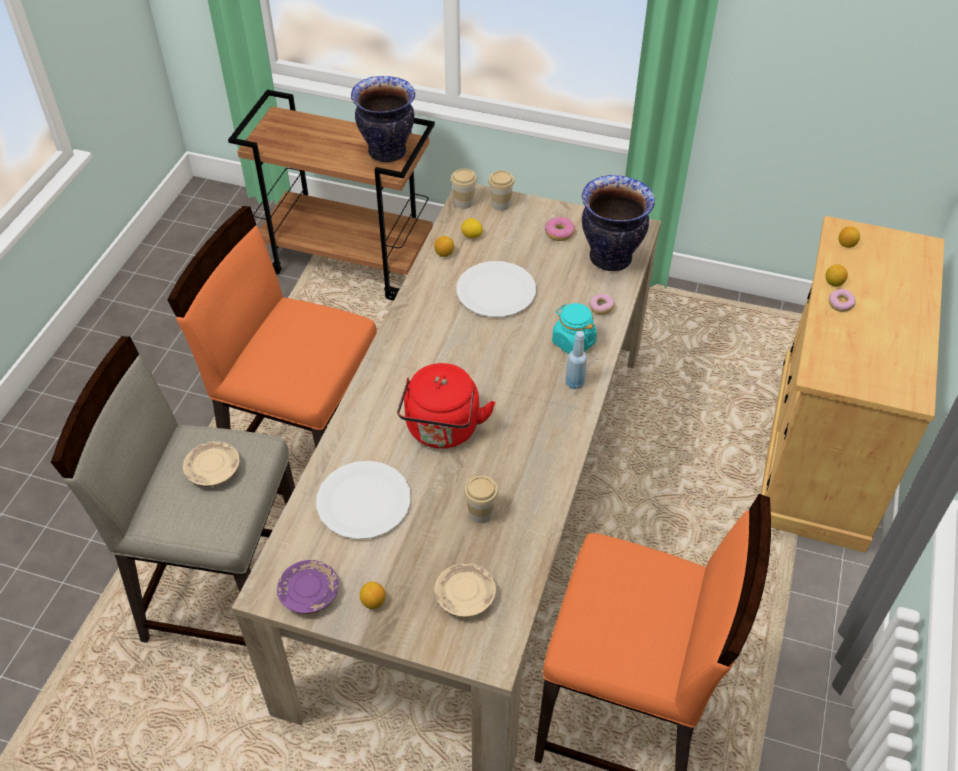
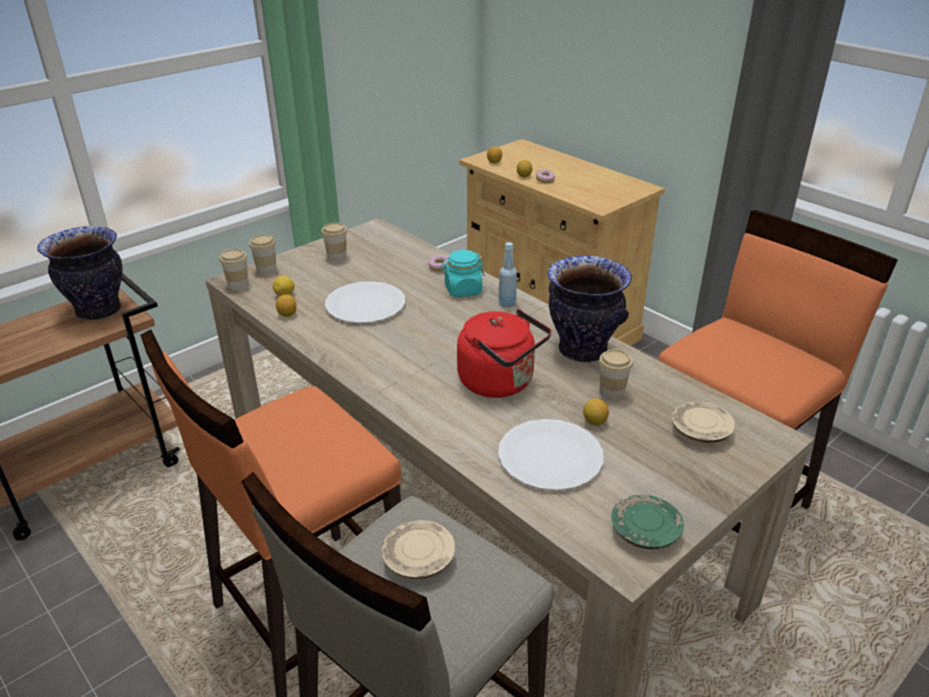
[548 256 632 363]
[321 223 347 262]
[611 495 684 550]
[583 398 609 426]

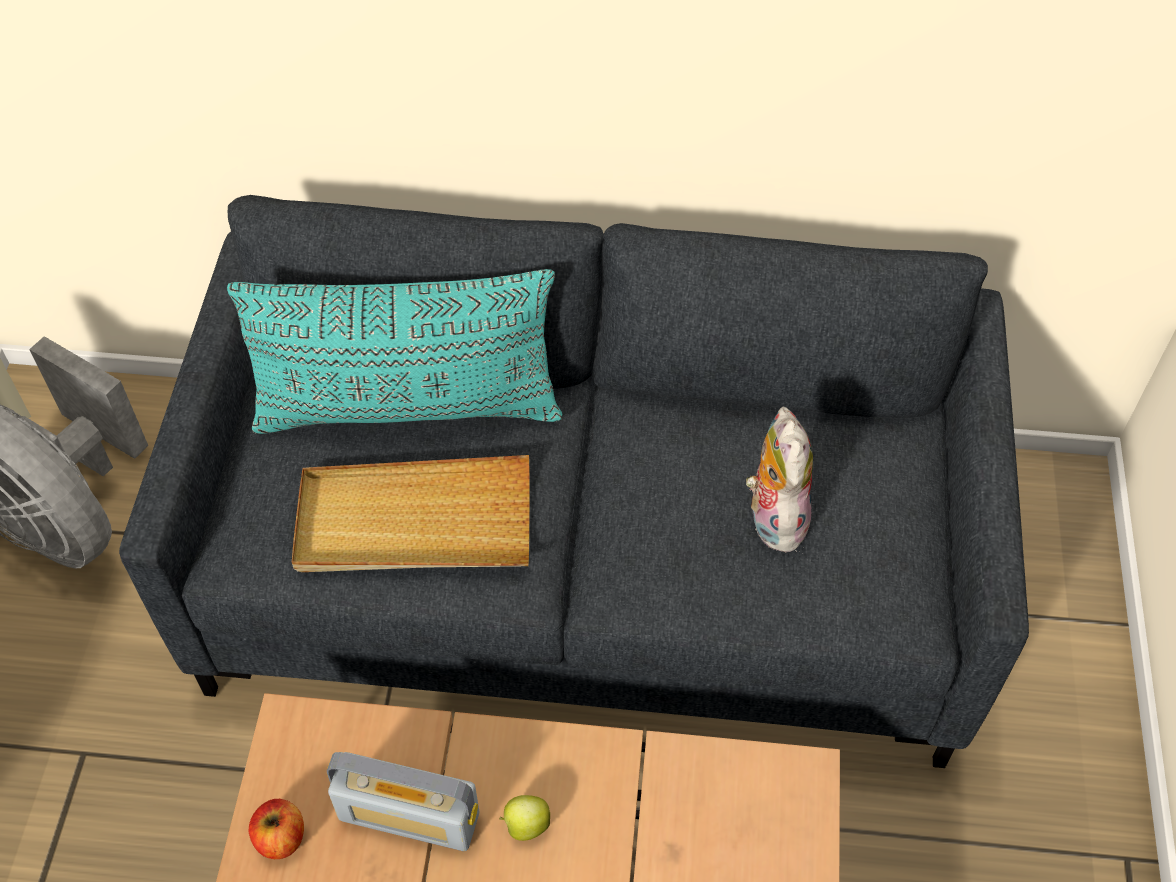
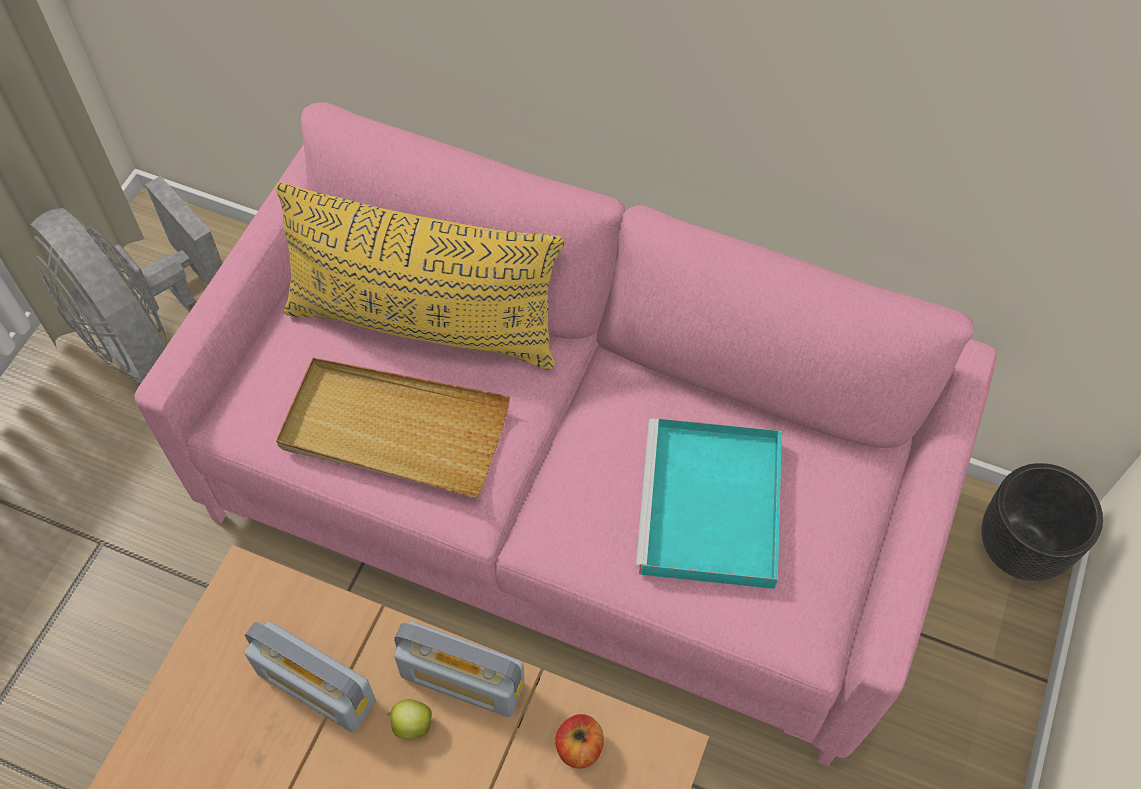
[134 102 997 766]
[276 183 565 370]
[636 418 782 589]
[555 714 604 769]
[982 463 1103 581]
[394 621 525 717]

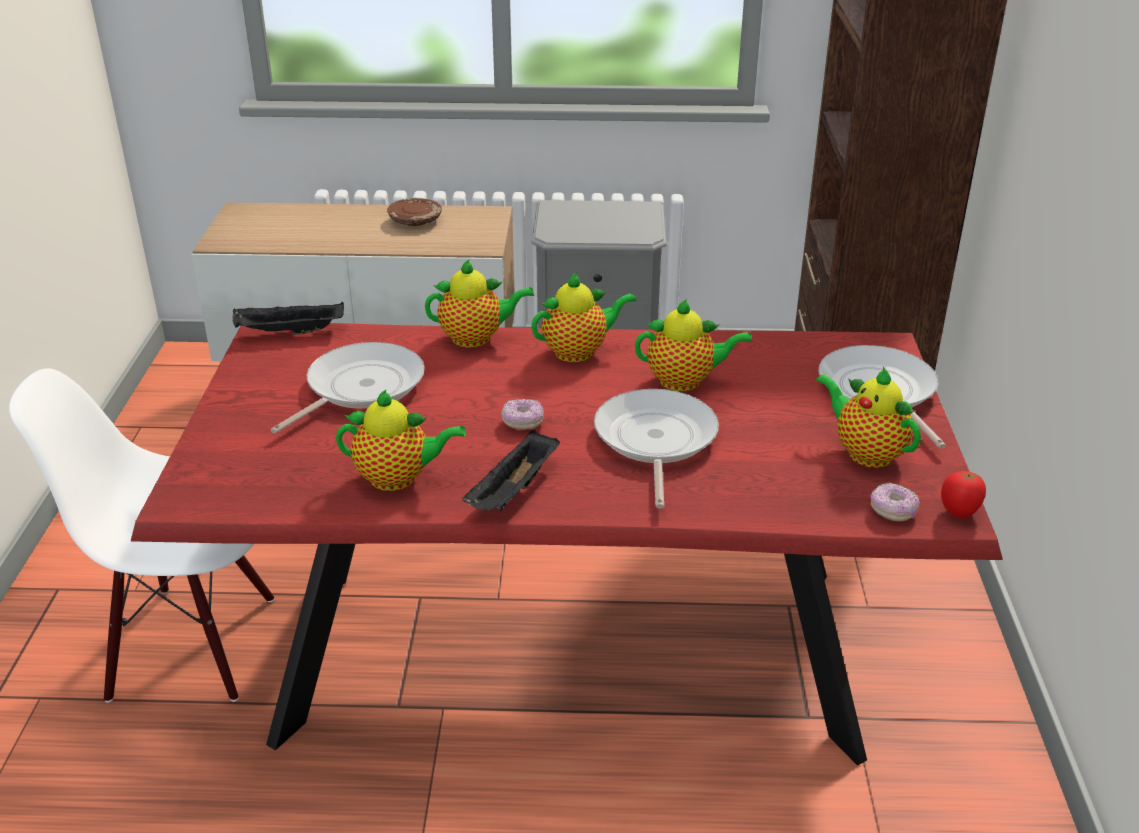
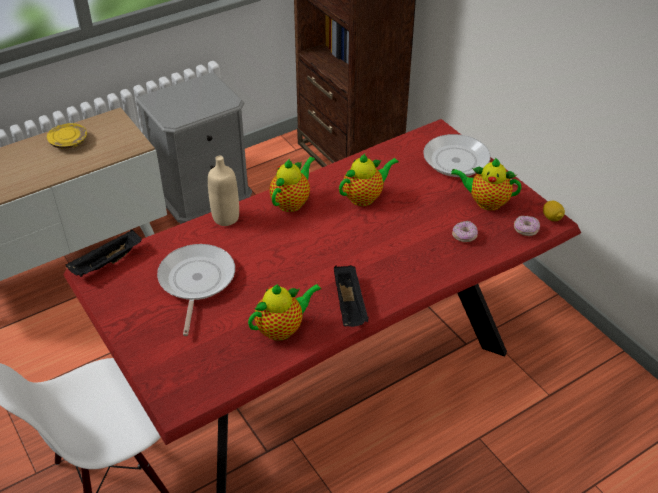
[47 123 87 149]
[208 155 239 226]
[594 389 719 509] (first image)
[452 221 478 242]
[543 201 565 221]

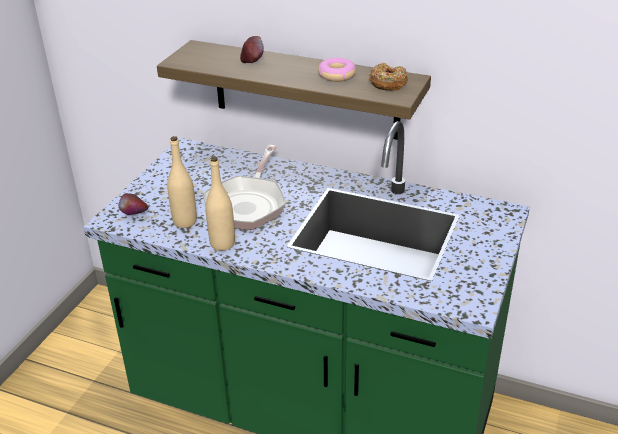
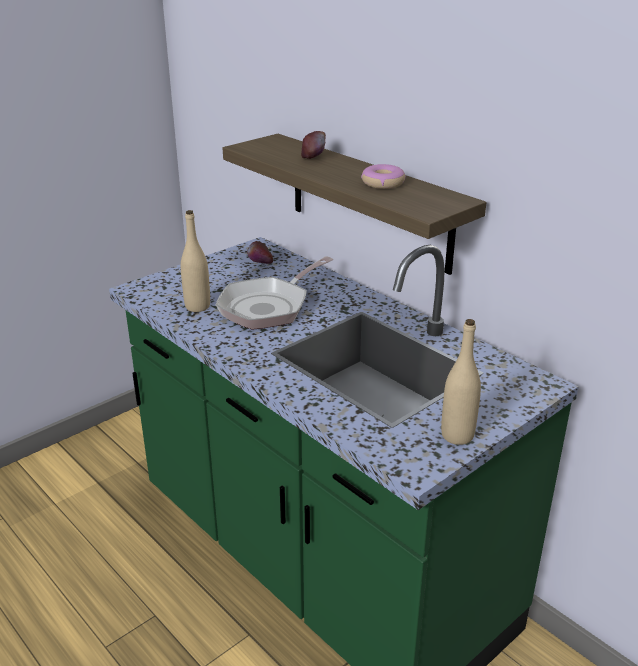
[369 63 408 91] (first image)
[441 319 481 445]
[247 241 273 264]

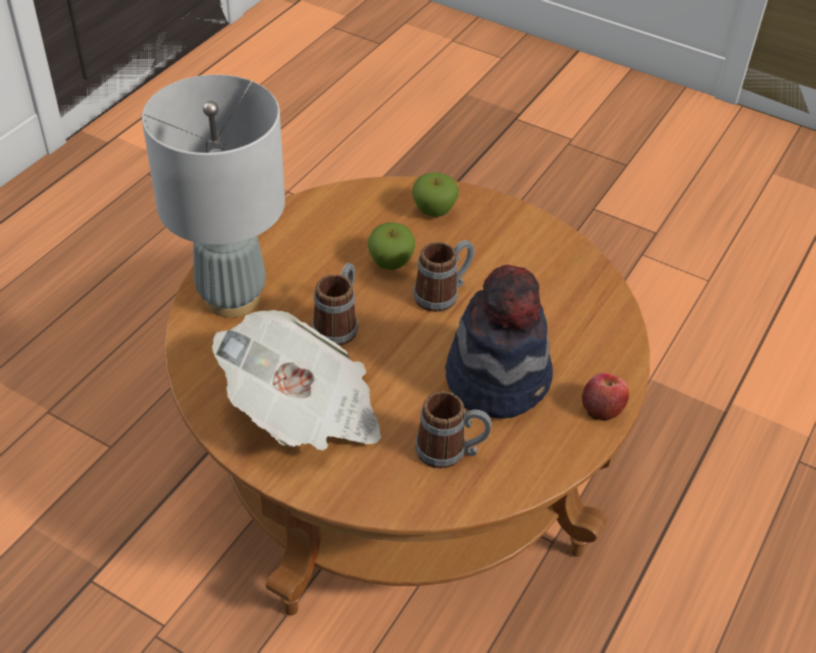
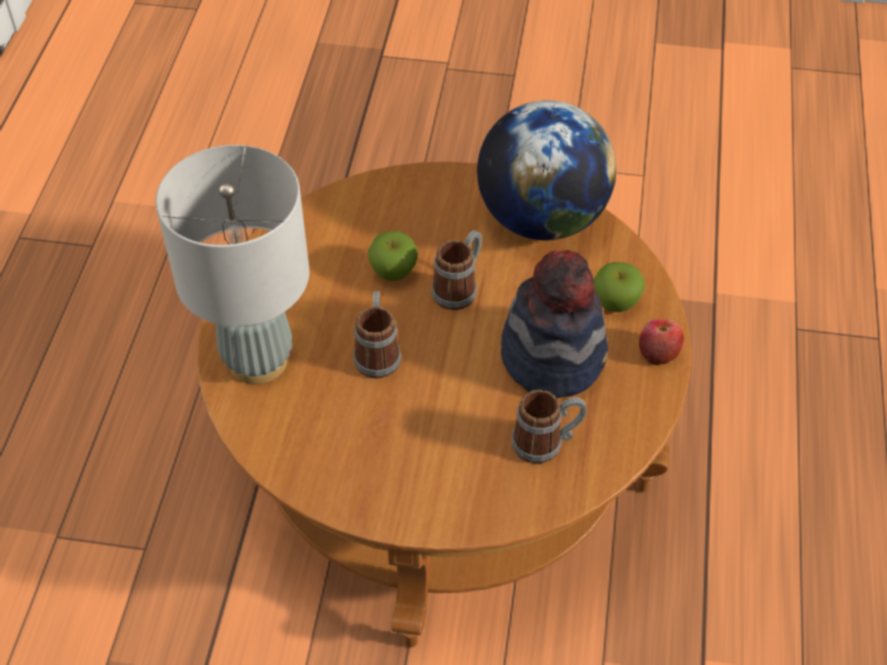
[594 262 645 312]
[212 310 381 451] (first image)
[477 100 616 241]

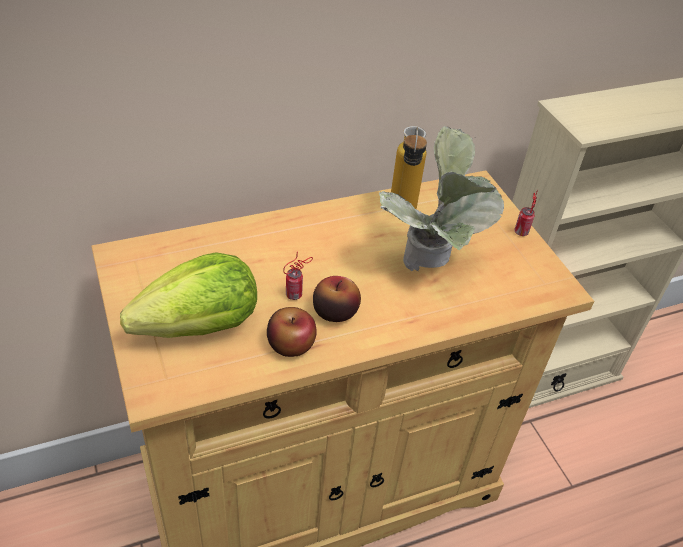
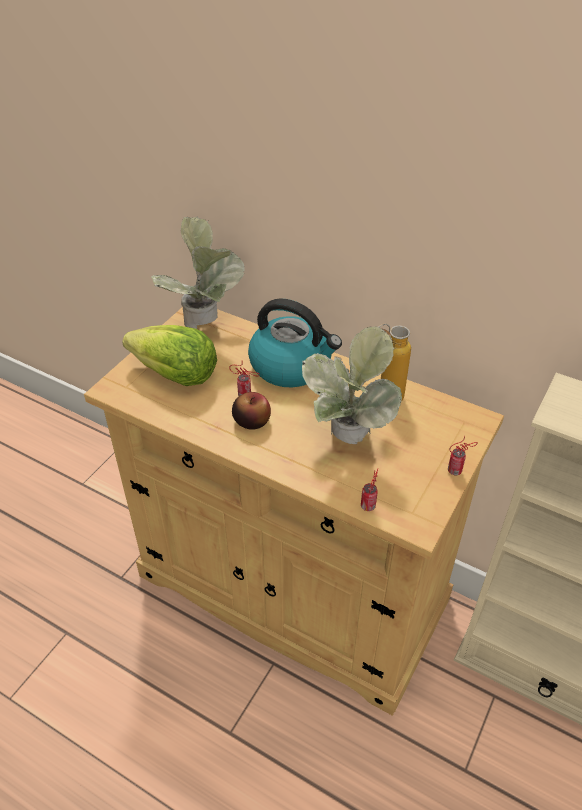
[267 307 317 357] (first image)
[151 216 245 329]
[248 298 342 387]
[361 469 378 511]

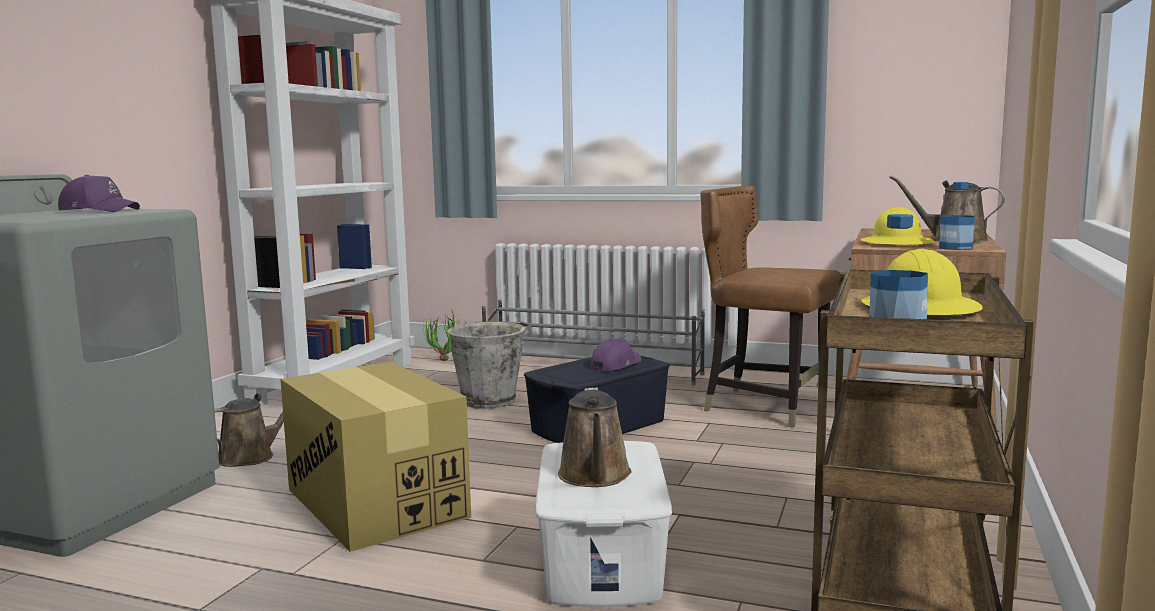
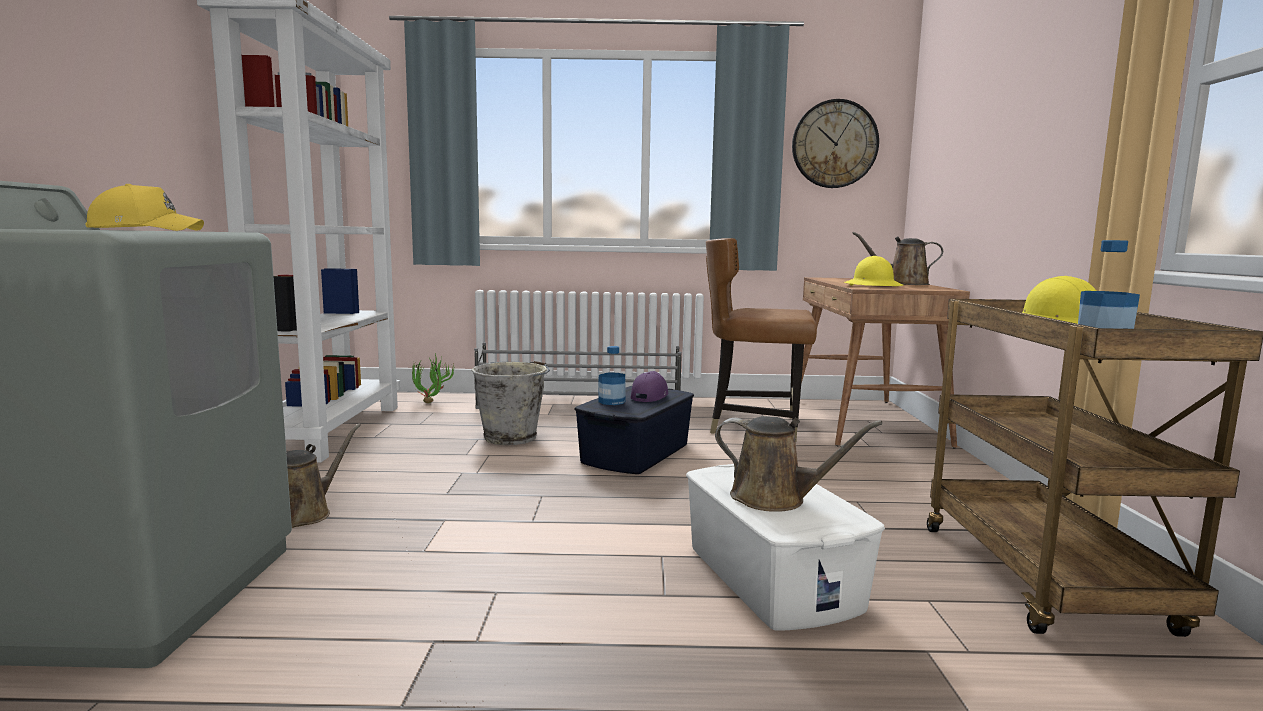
[86 184 204 231]
[598 346 626 405]
[280 362 471 552] (first image)
[715 416 883 512]
[792 99 879 188]

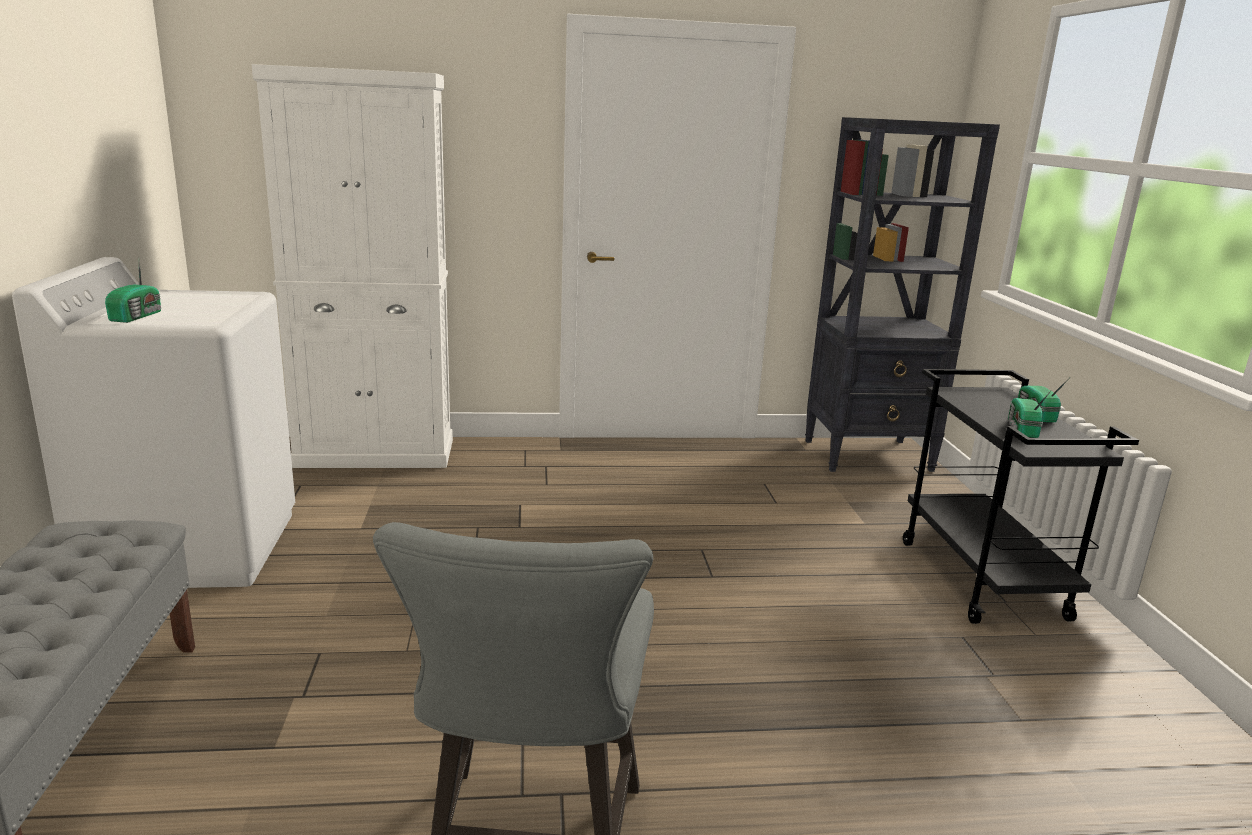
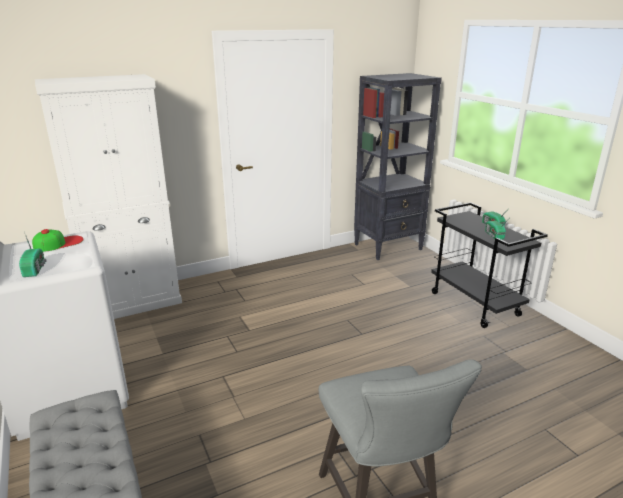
[32 229 84 252]

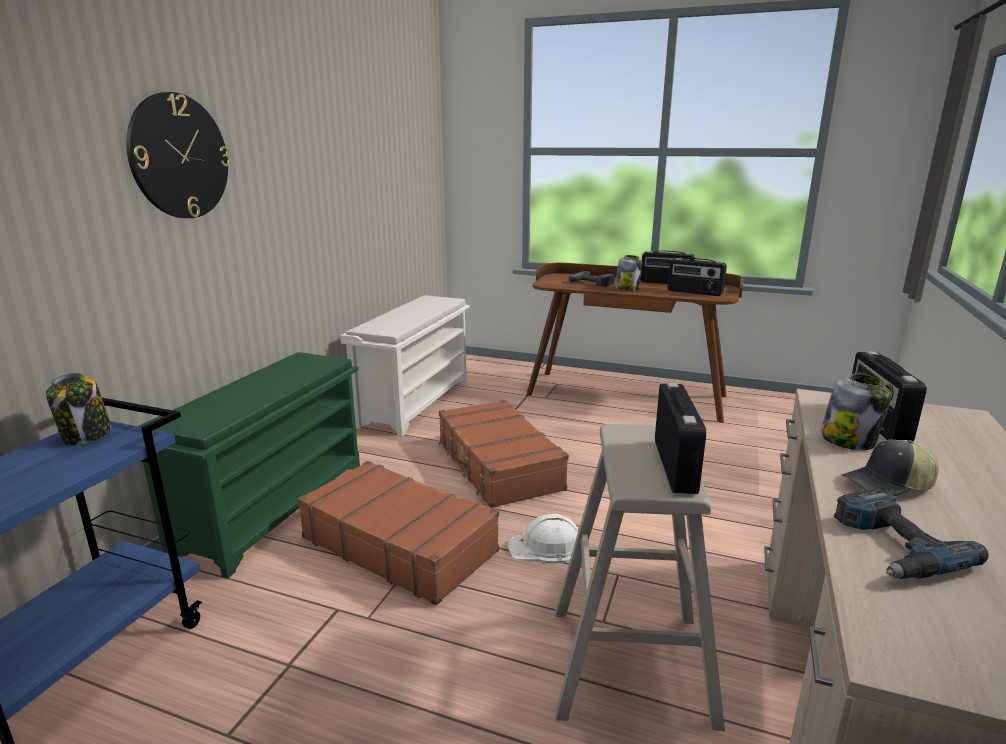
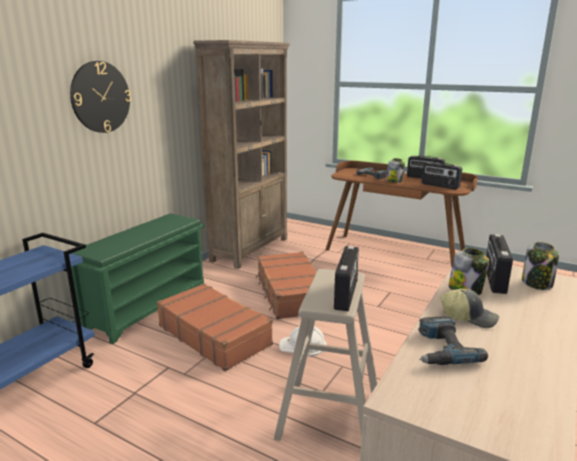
[193 40 290 269]
[522 242 559 290]
[441 289 499 328]

